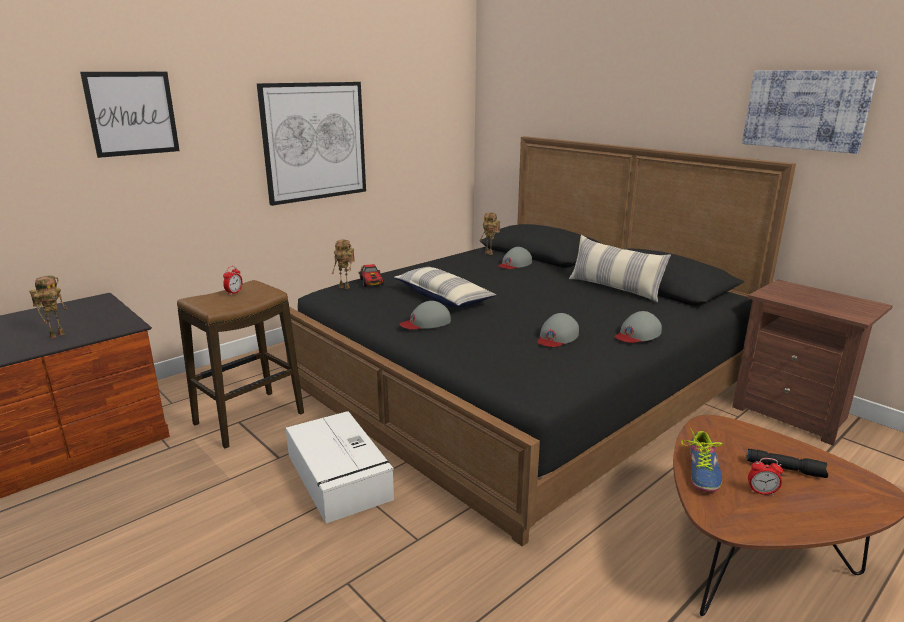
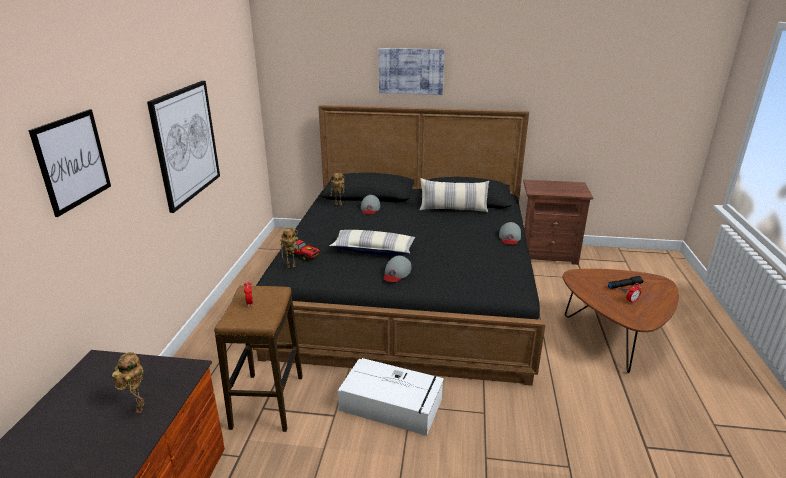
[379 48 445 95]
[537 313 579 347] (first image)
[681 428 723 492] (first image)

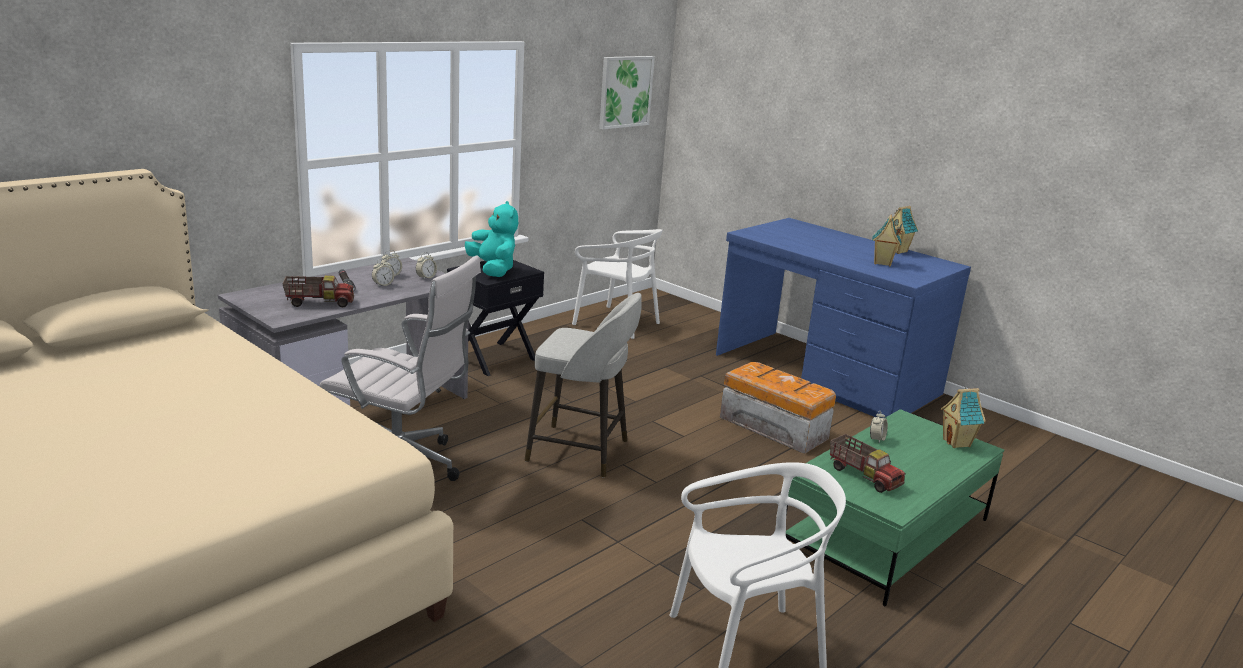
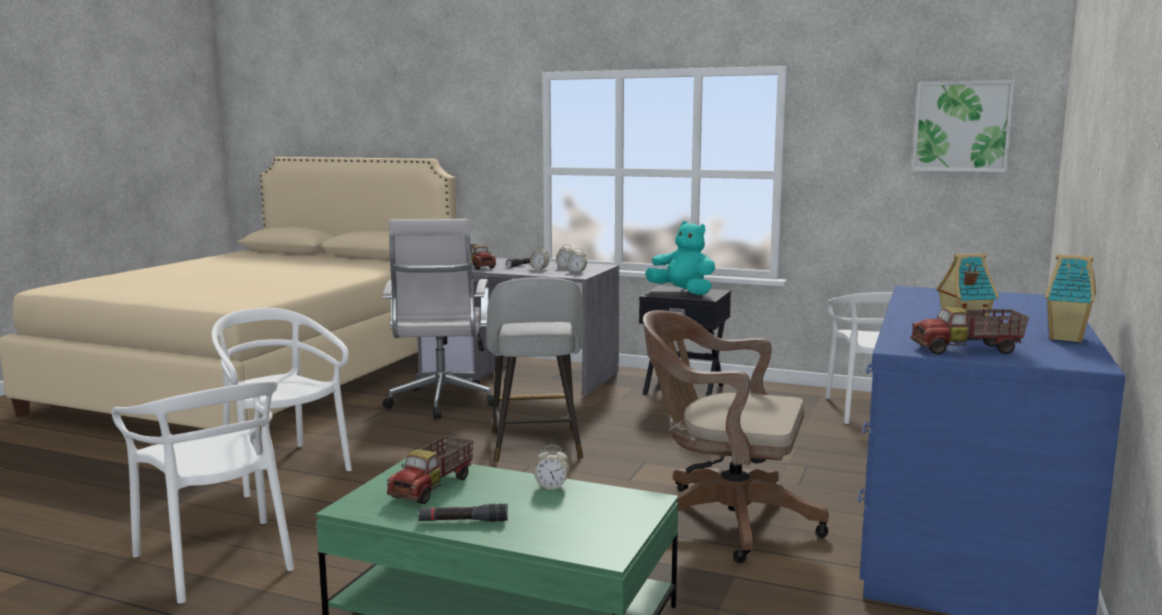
[645 221 715 295]
[643 310 829 563]
[941 388 986 448] (first image)
[911 307 1029 355]
[212 308 352 498]
[418 503 508 522]

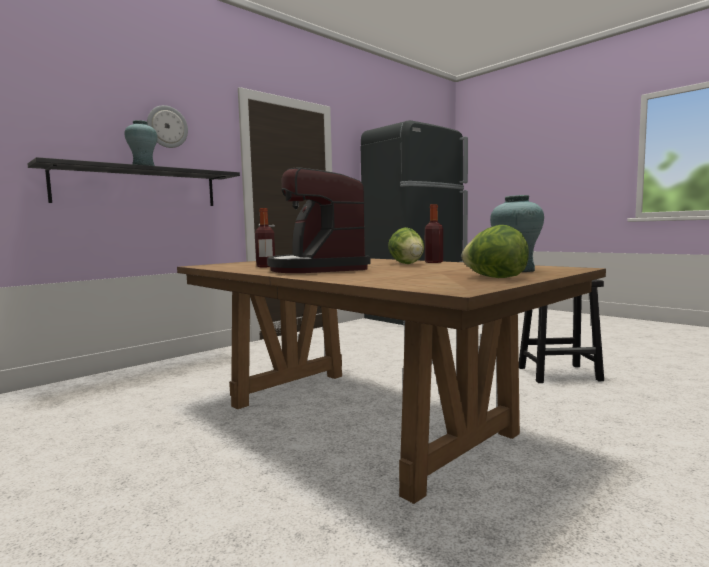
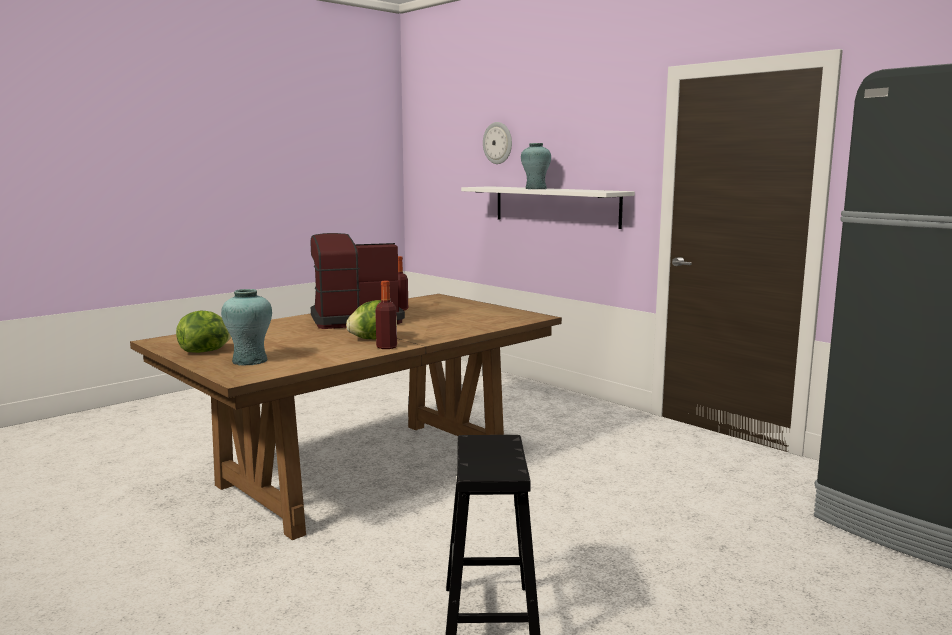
[483 122 512 164]
[461 186 635 229]

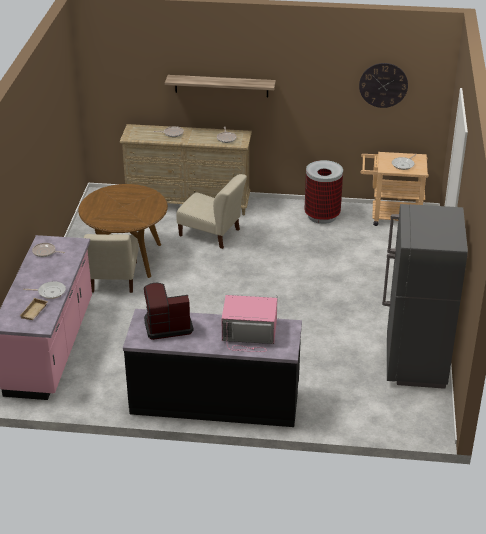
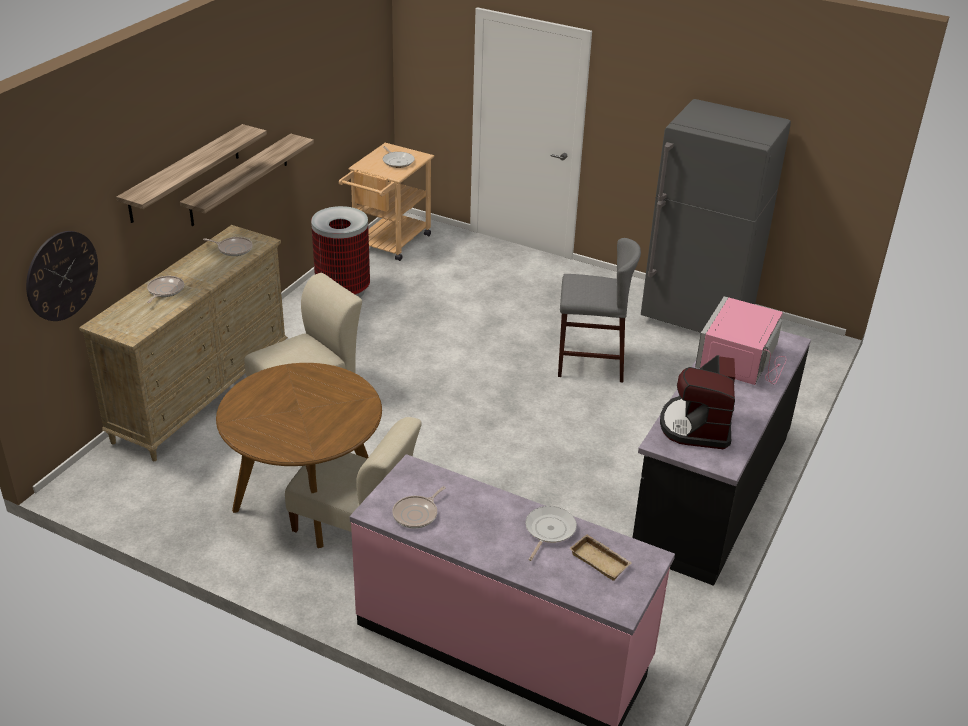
[26 231 98 321]
[180 134 314 226]
[558 238 641 382]

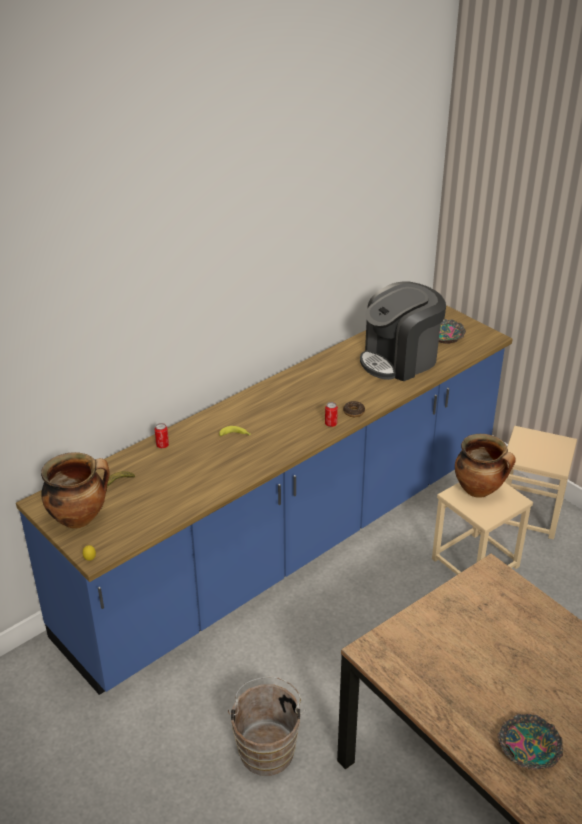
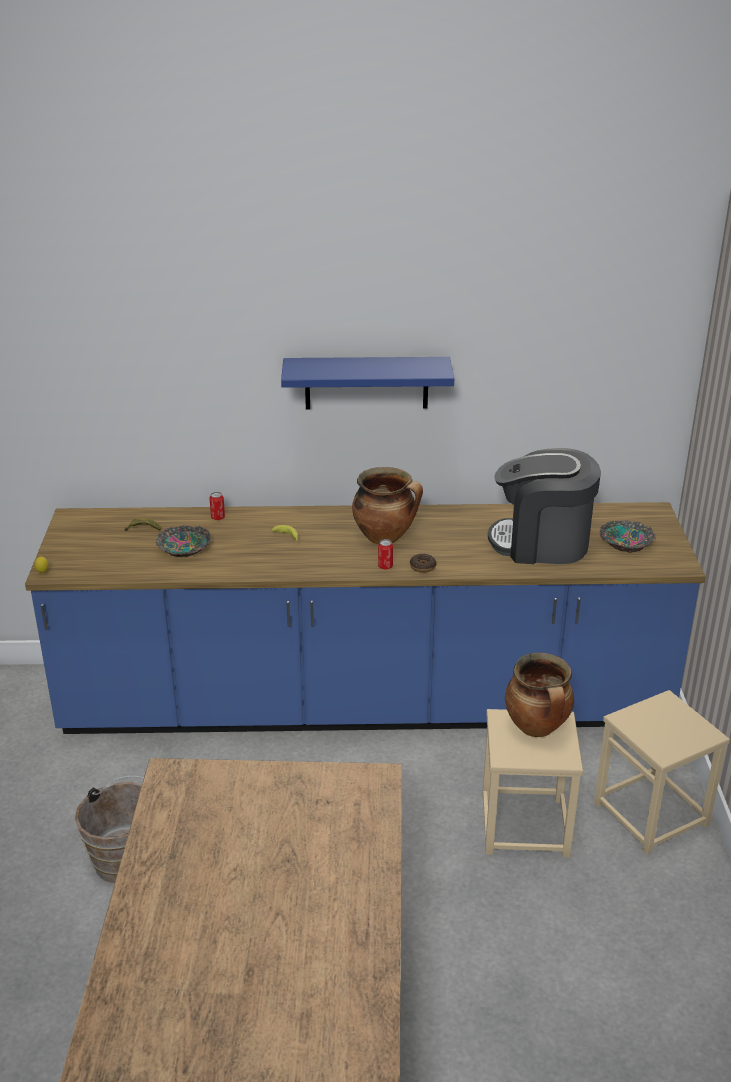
[352 467 423 545]
[156 525 211 557]
[281 357 454 409]

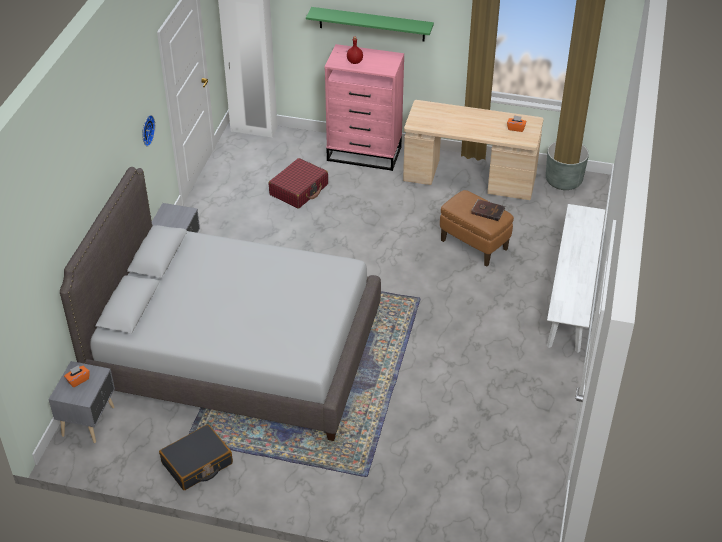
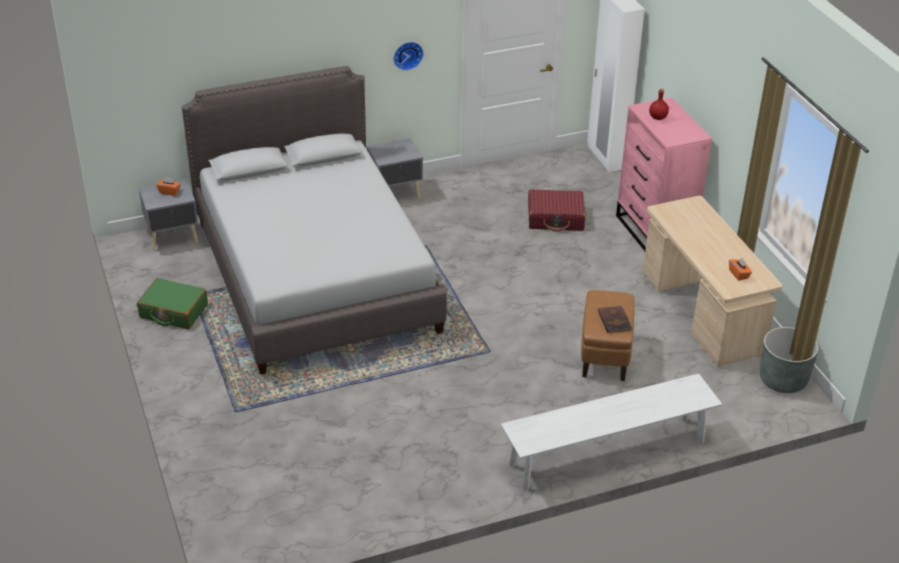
[306 7 434 41] (first image)
[137 278 208 329]

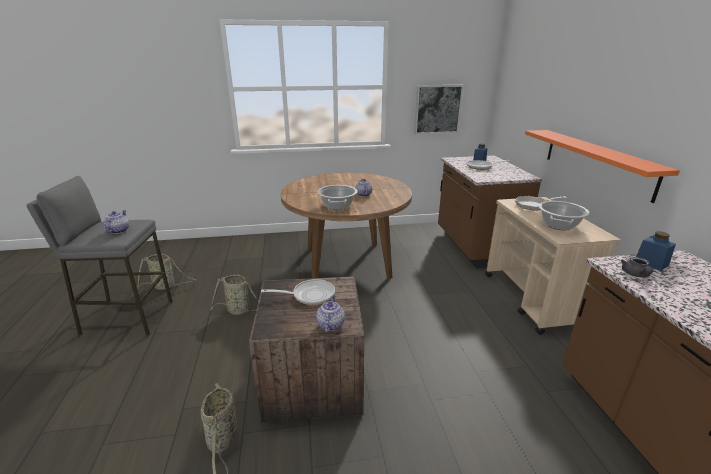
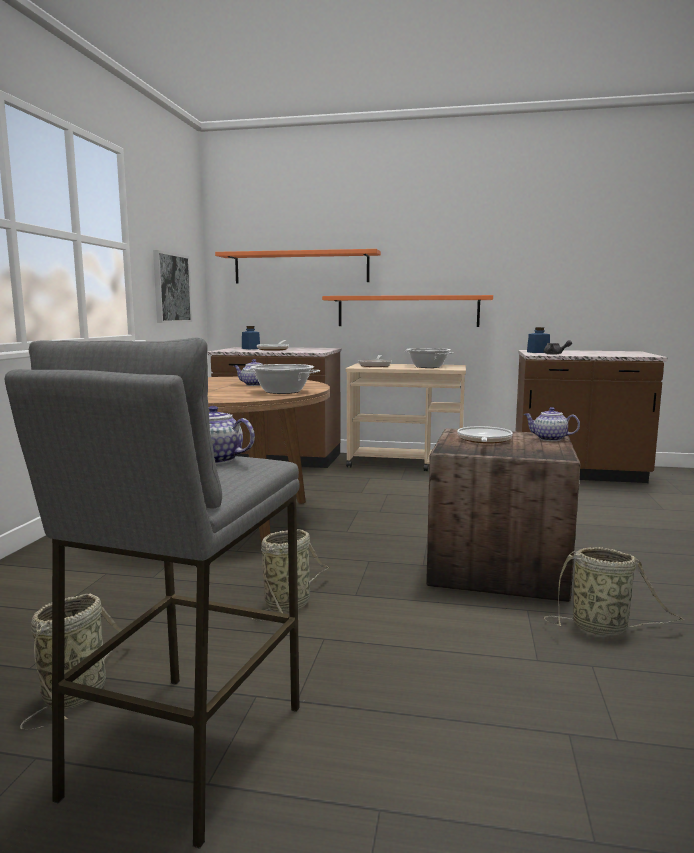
[215 249 381 284]

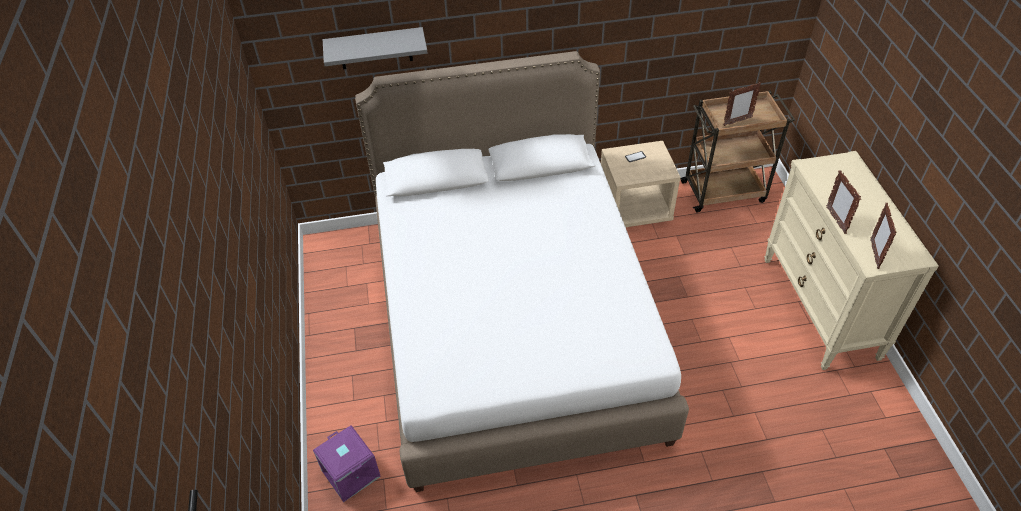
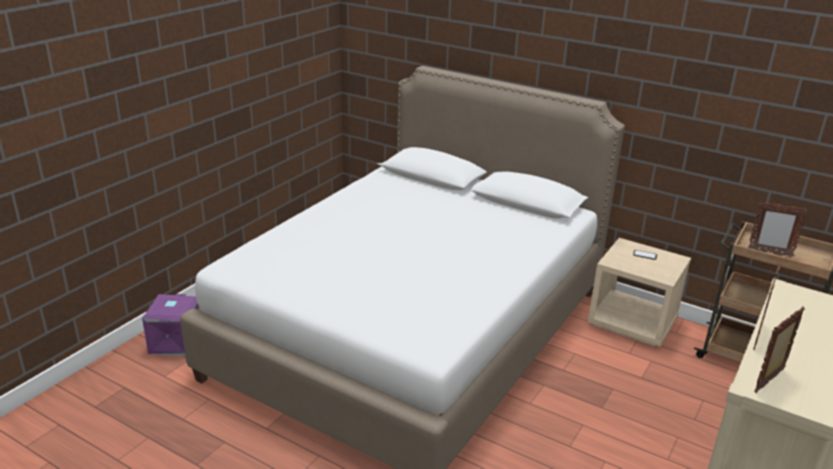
[323 27 428 70] (first image)

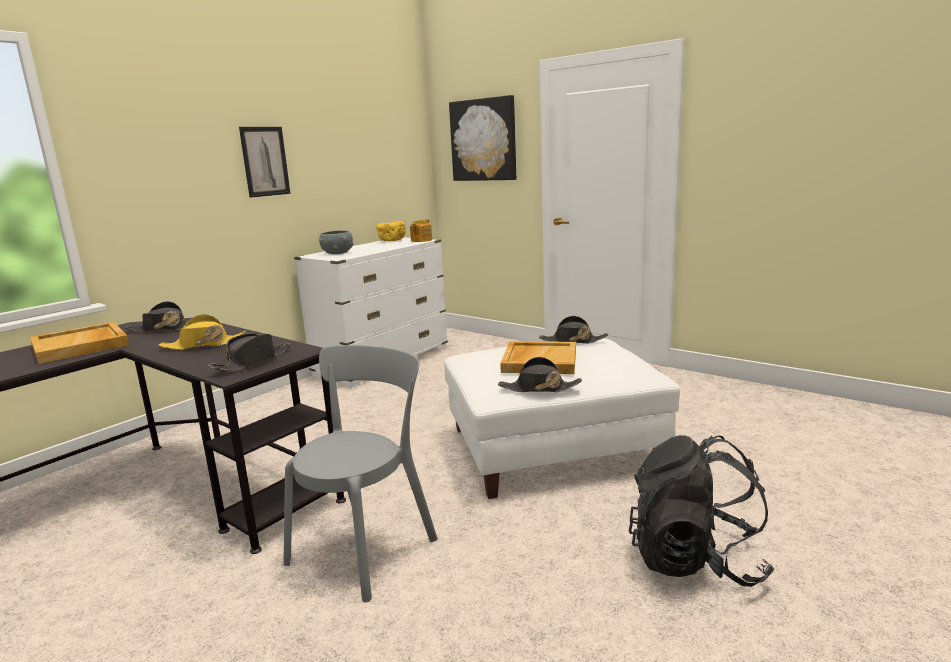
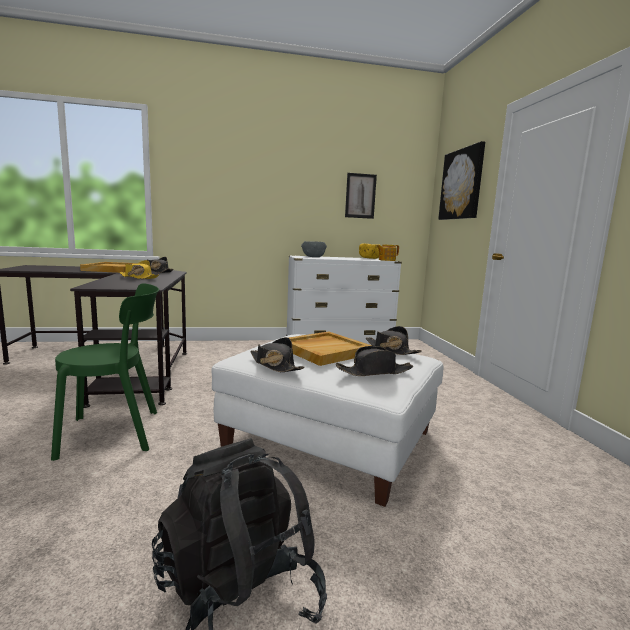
[345 173 377 219]
[336 346 413 376]
[51 283 159 461]

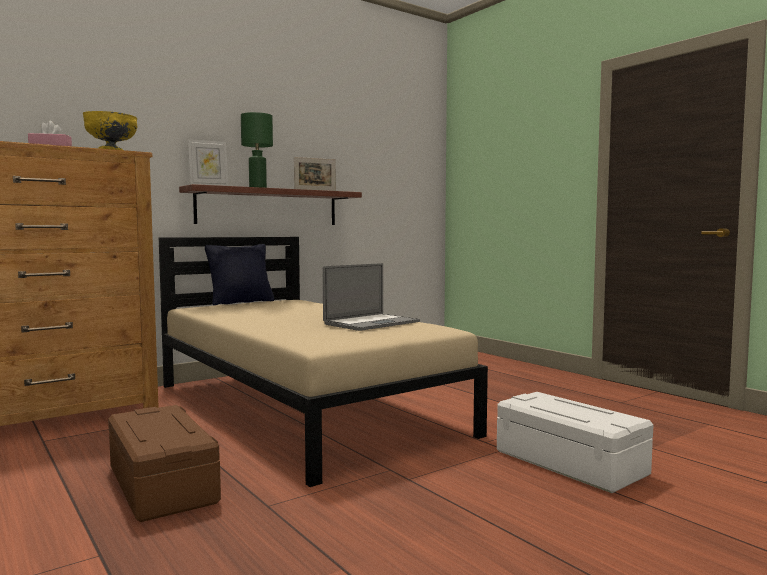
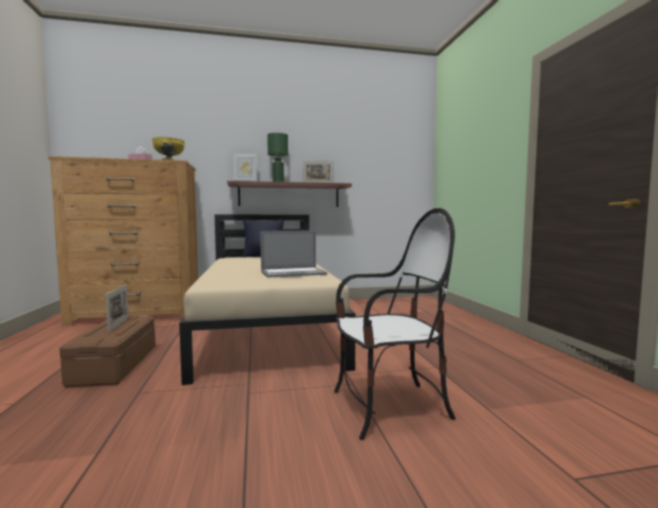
[334 208 456 440]
[106 285 129 332]

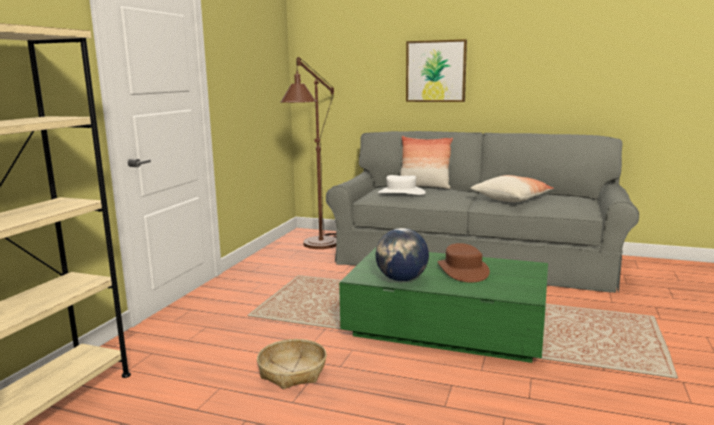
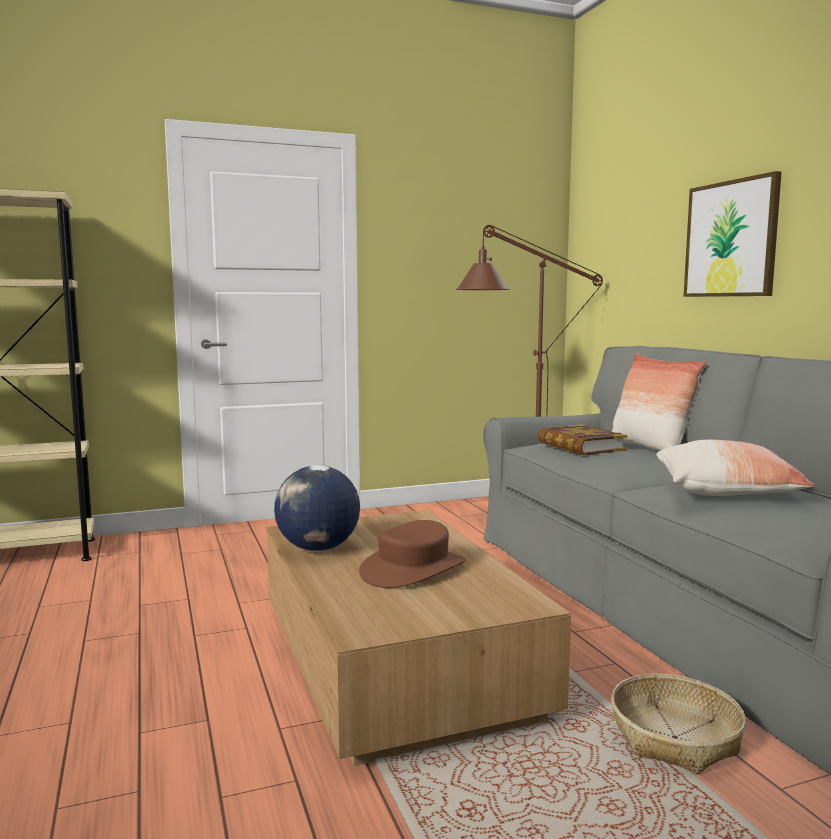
[538 424 627 455]
[267 510 571 766]
[611 674 746 774]

